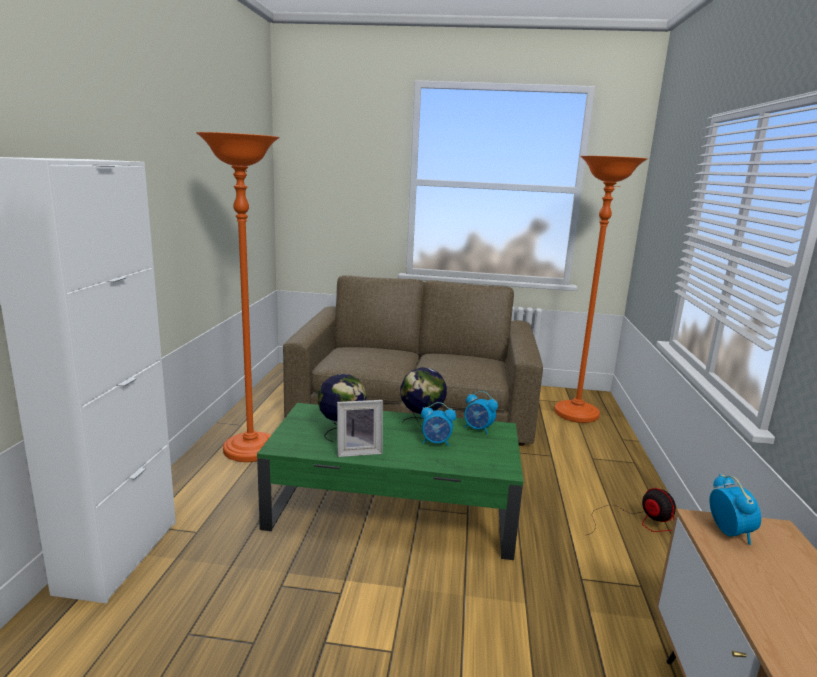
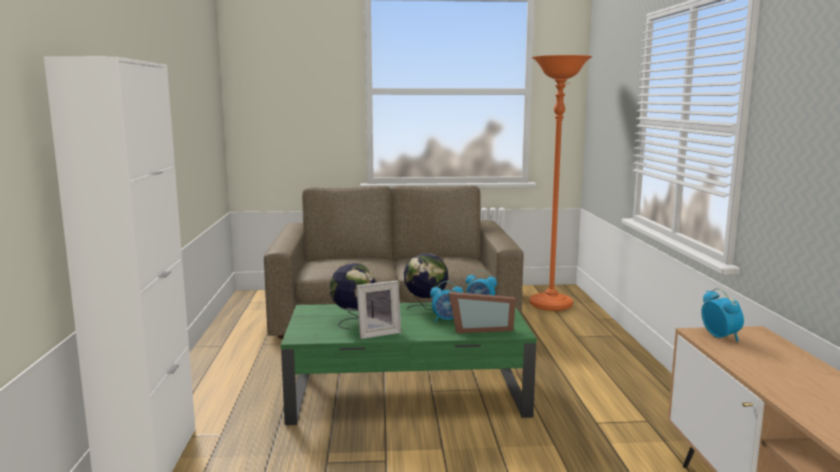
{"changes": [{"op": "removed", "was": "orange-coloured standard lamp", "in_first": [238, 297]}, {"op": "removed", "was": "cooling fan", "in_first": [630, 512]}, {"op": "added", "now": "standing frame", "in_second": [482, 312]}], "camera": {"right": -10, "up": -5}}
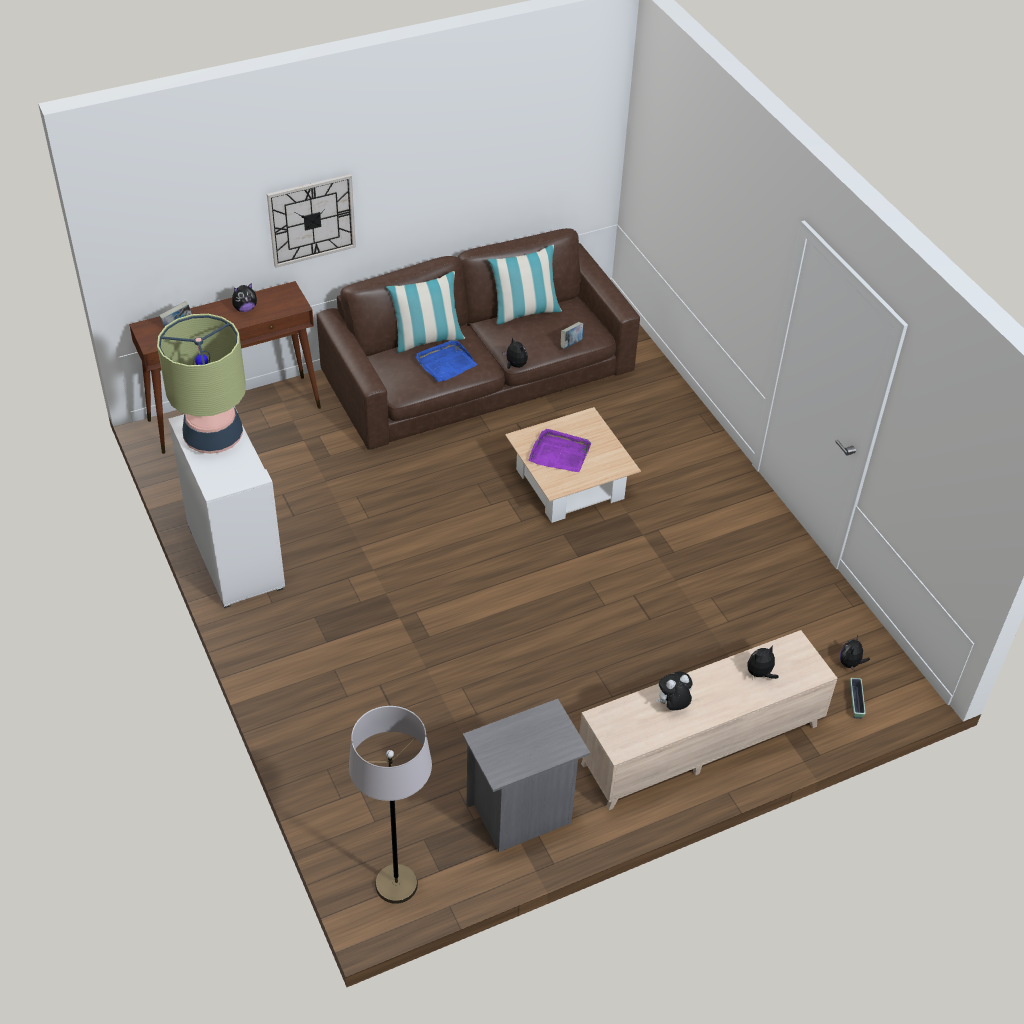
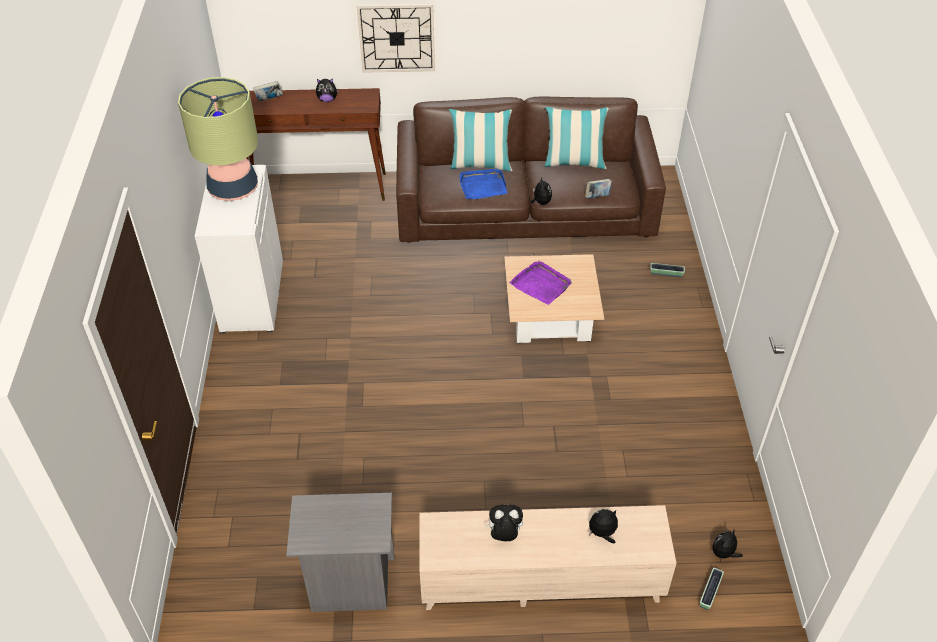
{"changes": [{"op": "removed", "was": "greyish standard lamp", "in_first": [390, 805]}, {"op": "added", "now": "planter", "in_second": [667, 270]}], "camera": {"right": 25, "up": 0}}
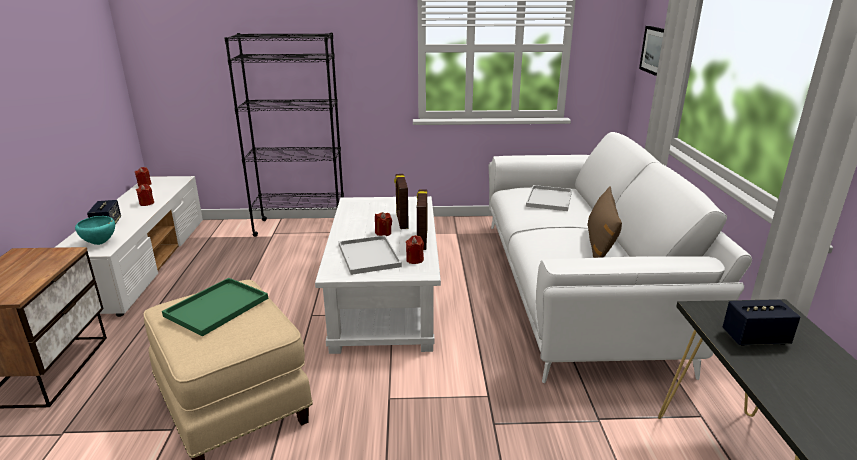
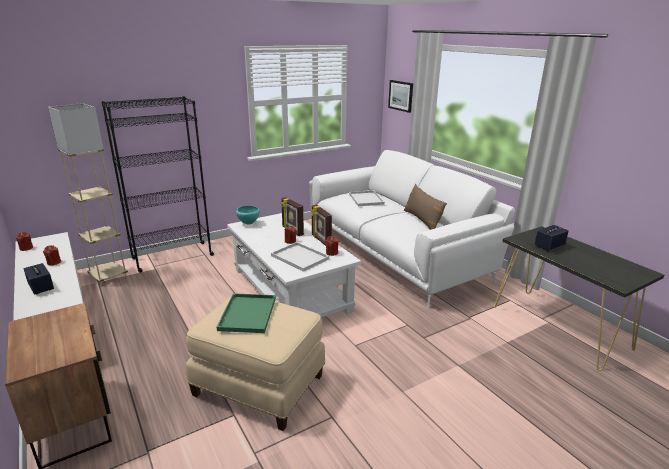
{"changes": [{"op": "moved", "was": "blue-green serving bowl", "in_first": [95, 230], "in_second": [248, 215]}, {"op": "added", "now": "beige-coloured standard lamp", "in_second": [88, 194]}], "camera": {"right": -30, "up": 0}}
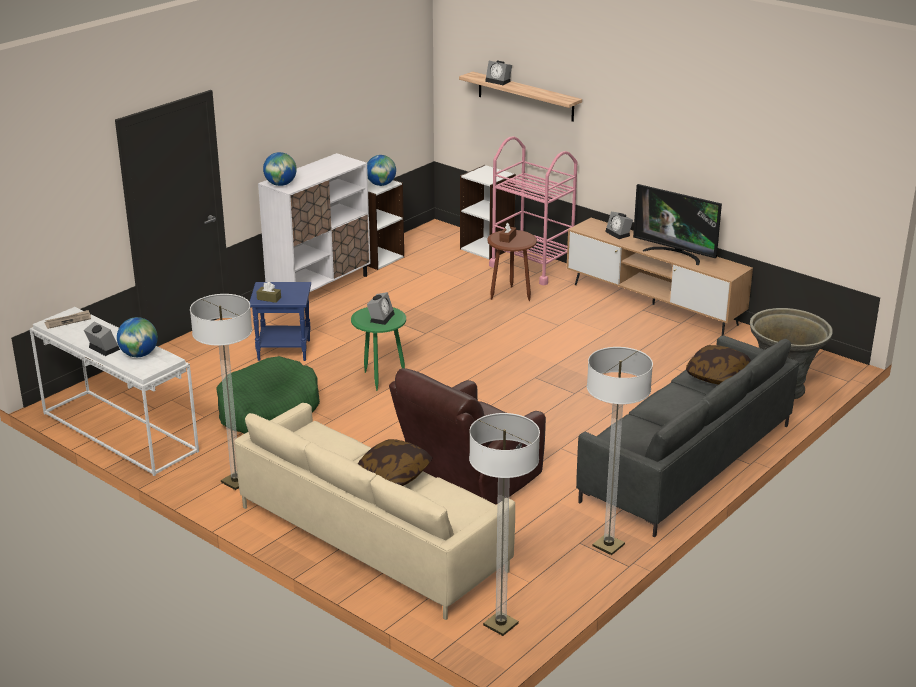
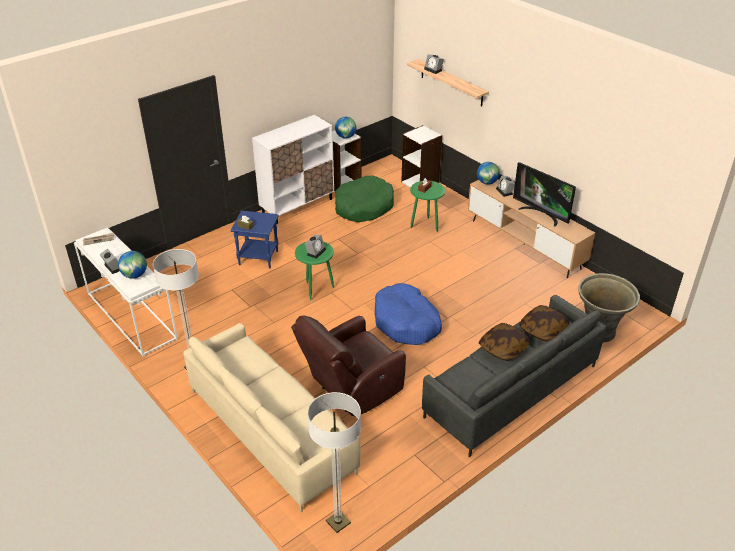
{"changes": [{"op": "removed", "was": "pinkish cart", "in_first": [533, 210]}, {"op": "moved", "was": "world globe", "in_first": [280, 169], "in_second": [488, 173]}, {"op": "recoloured", "was": "brownish end table", "now": "greenish end table", "in_first": [512, 265], "in_second": [427, 206]}, {"op": "removed", "was": "standard lamp", "in_first": [620, 451]}, {"op": "moved", "was": "greenish dog bed", "in_first": [268, 395], "in_second": [364, 199]}, {"op": "moved", "was": "cushion", "in_first": [395, 462], "in_second": [505, 342]}, {"op": "added", "now": "blue dog bed", "in_second": [408, 314]}], "camera": {"right": 10, "up": 10}}
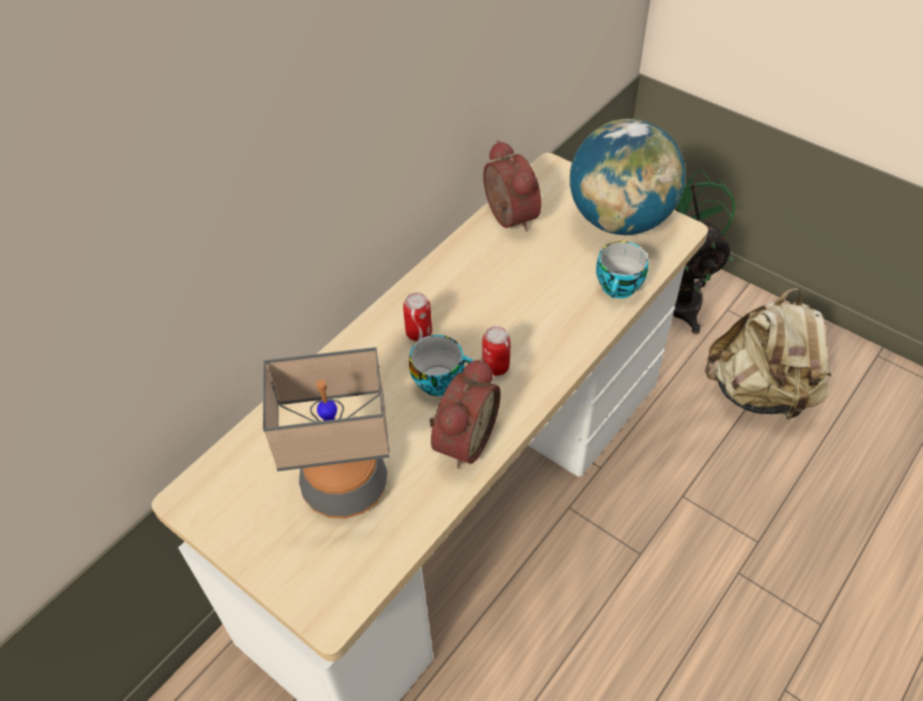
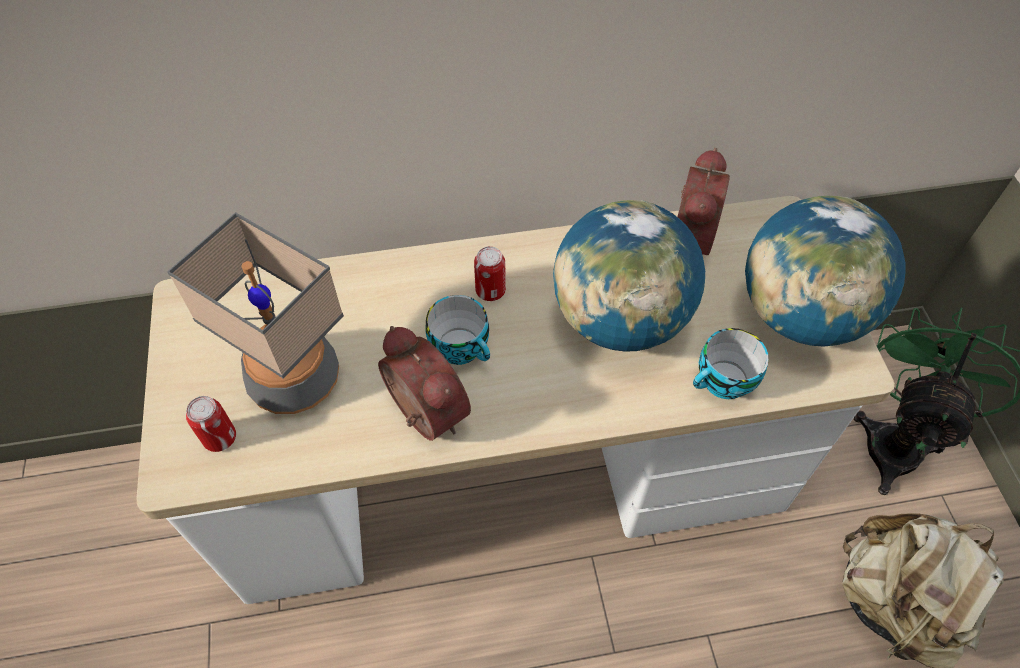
{"changes": [{"op": "moved", "was": "metal can", "in_first": [496, 351], "in_second": [211, 424]}, {"op": "turned", "was": "bedside clock", "in_first": [465, 413], "in_second": [424, 383], "clockwise": -105}, {"op": "added", "now": "world globe", "in_second": [629, 276]}], "camera": {"right": 40, "up": 5}}
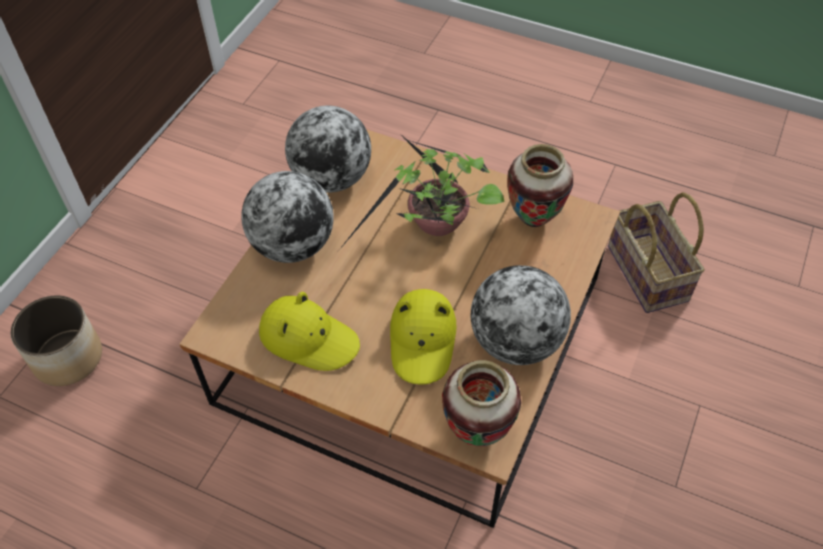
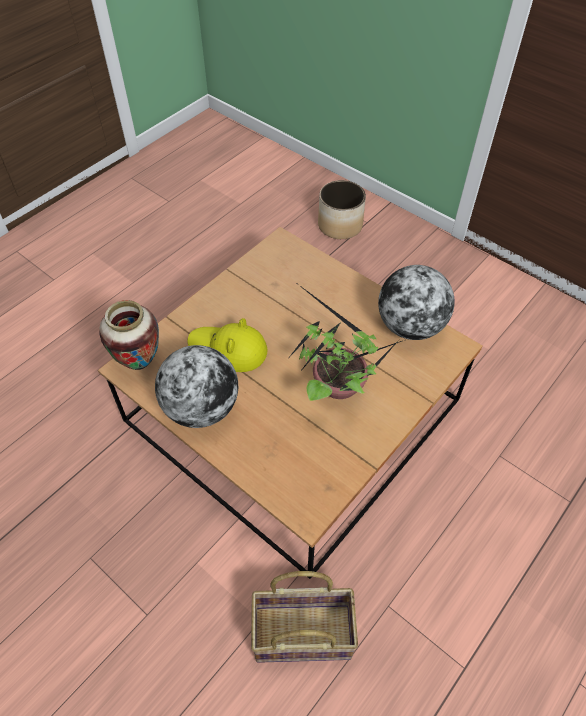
{"changes": [{"op": "removed", "was": "flower vase", "in_first": [540, 185]}, {"op": "removed", "was": "world globe", "in_first": [287, 217]}, {"op": "removed", "was": "yellowish clothing hat", "in_first": [309, 331]}], "camera": {"right": 105, "up": 0}}
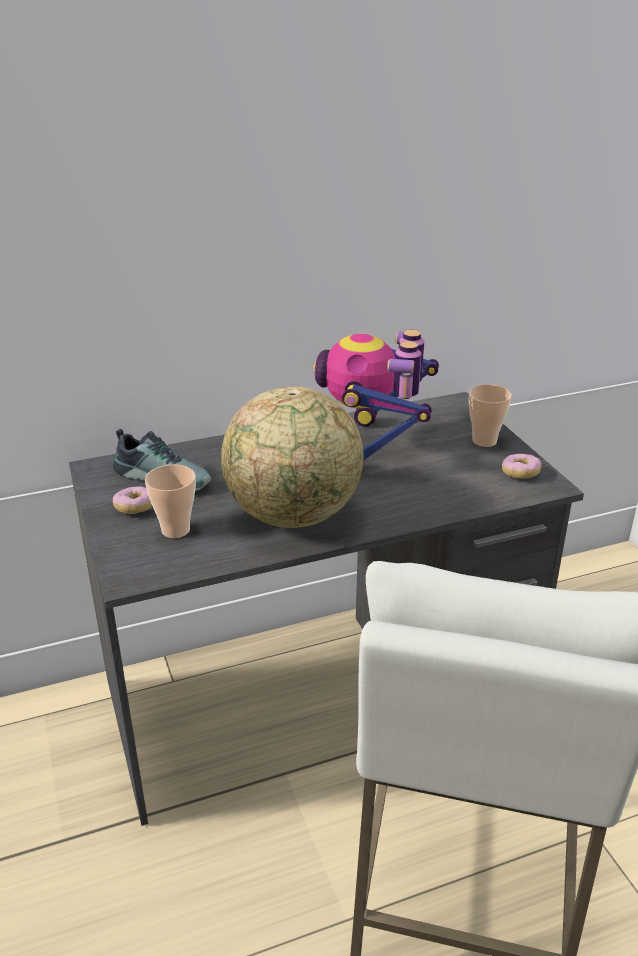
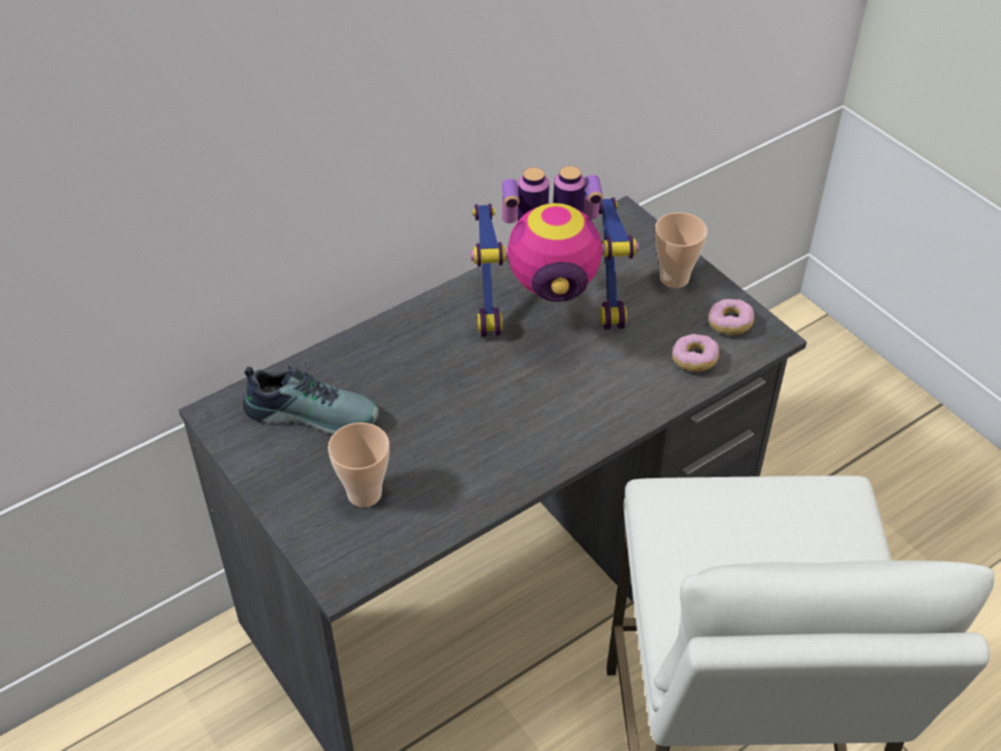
{"changes": [{"op": "turned", "was": "robot figure", "in_first": [376, 396], "in_second": [555, 251], "clockwise": -90}, {"op": "removed", "was": "world globe", "in_first": [292, 457]}, {"op": "moved", "was": "donut", "in_first": [132, 500], "in_second": [695, 353]}], "camera": {"right": -15, "up": 15}}
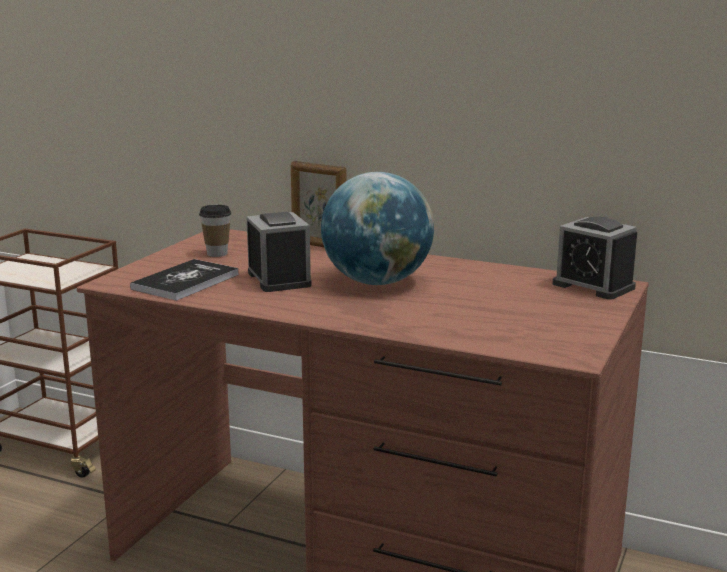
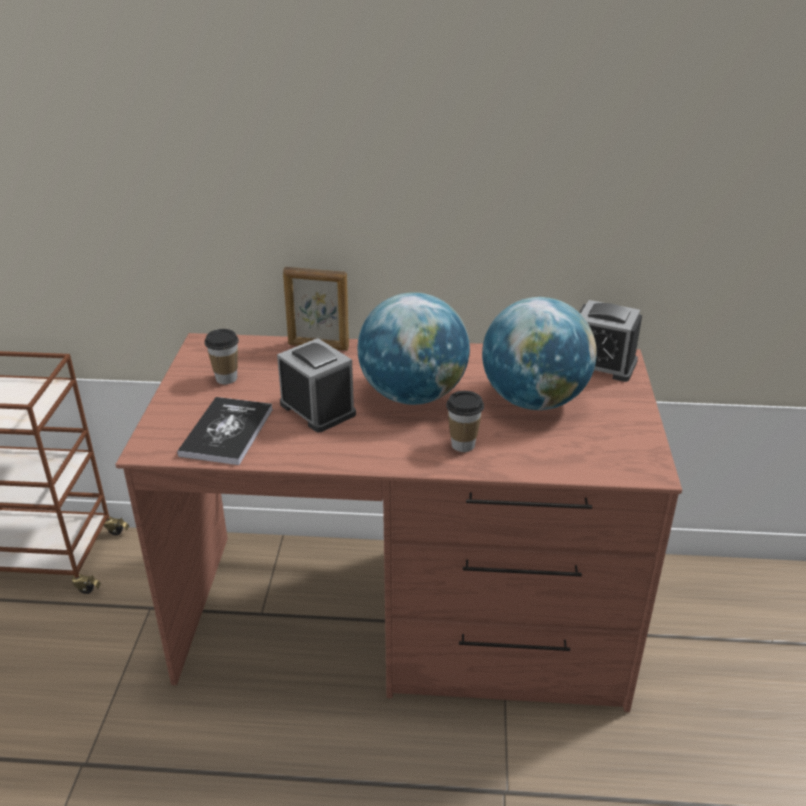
{"changes": [{"op": "added", "now": "world globe", "in_second": [539, 353]}, {"op": "added", "now": "cup", "in_second": [465, 421]}], "camera": {"right": -20, "up": 15}}
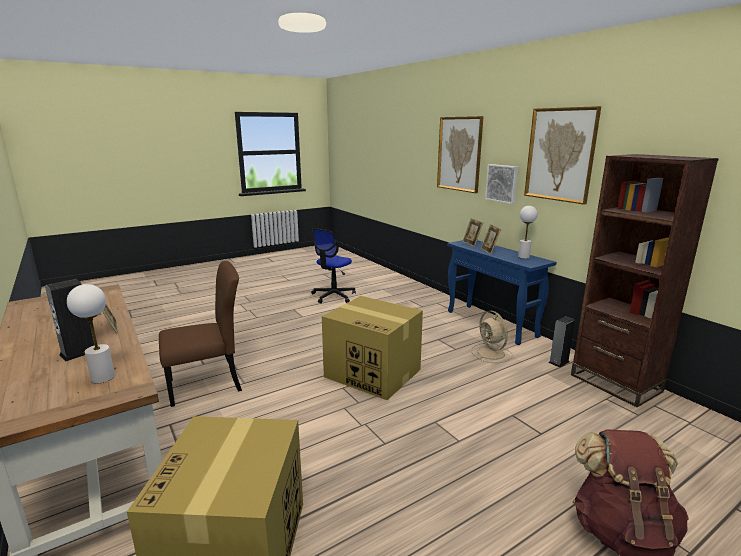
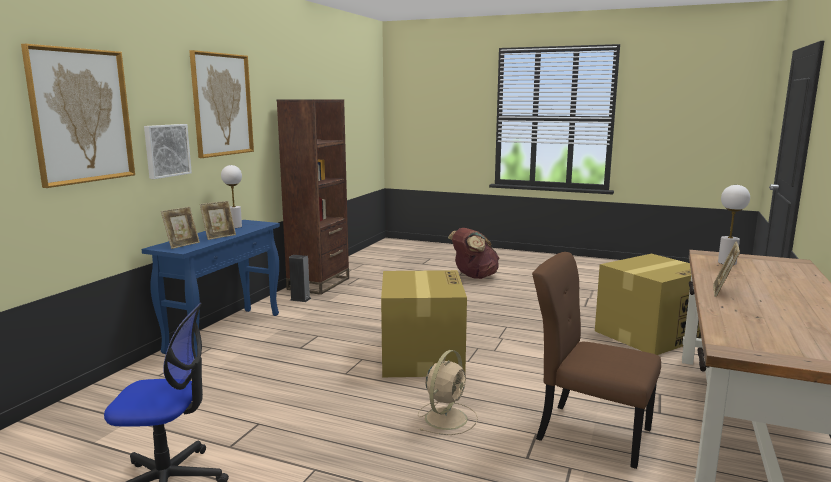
{"changes": [{"op": "removed", "was": "loudspeaker", "in_first": [69, 320]}, {"op": "moved", "was": "beige-coloured cooling fan", "in_first": [492, 337], "in_second": [448, 392]}], "camera": {"right": -125, "up": -5}}
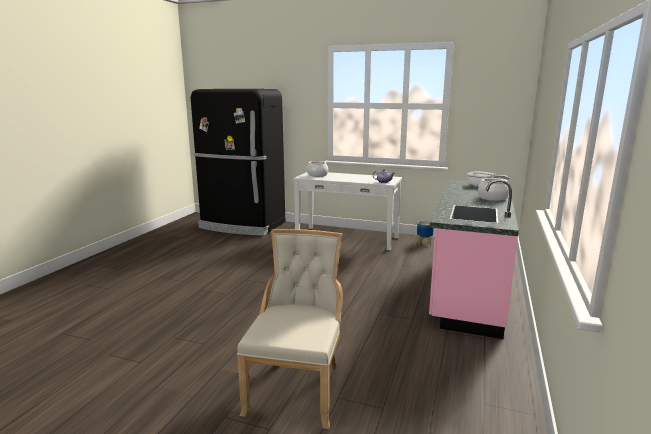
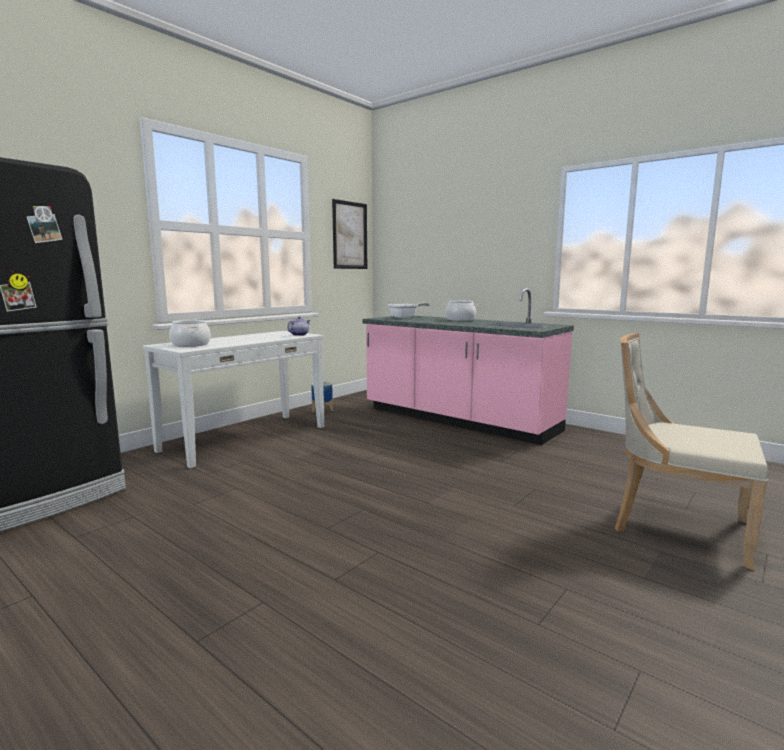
{"changes": [{"op": "added", "now": "picture", "in_second": [349, 234]}], "camera": {"right": -70, "up": -5}}
